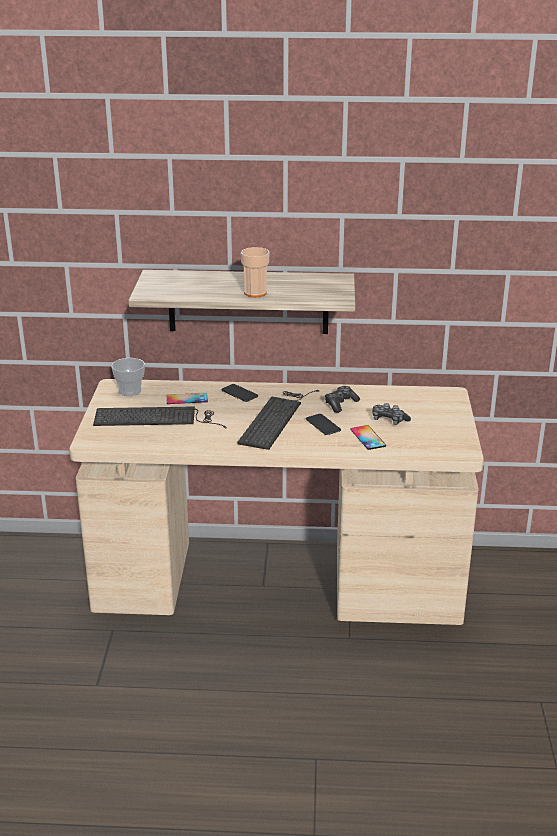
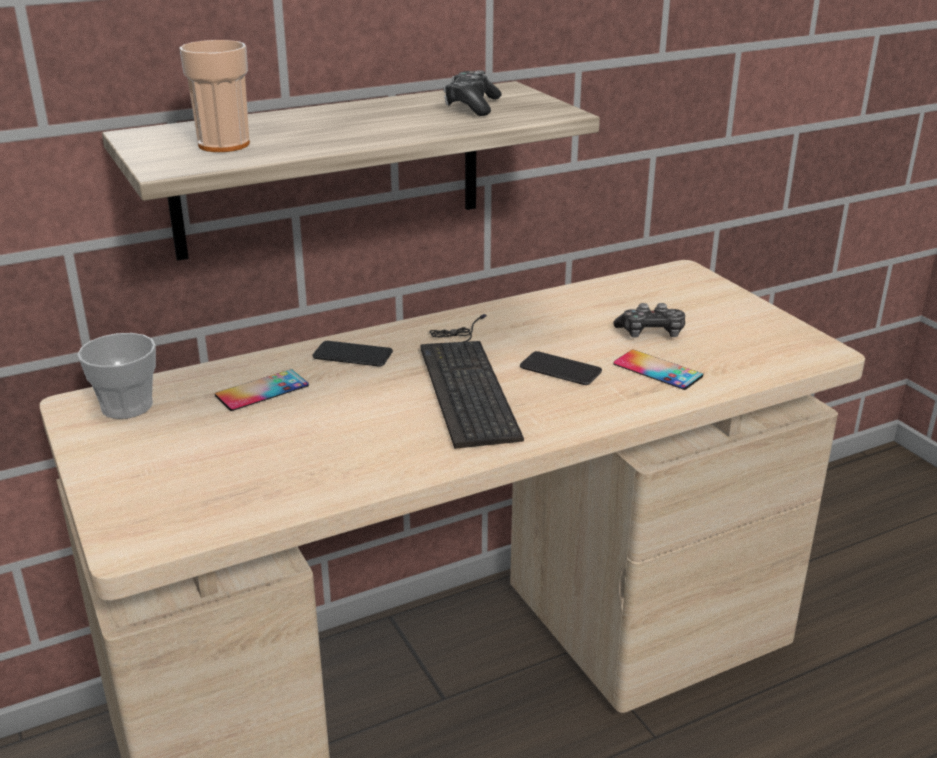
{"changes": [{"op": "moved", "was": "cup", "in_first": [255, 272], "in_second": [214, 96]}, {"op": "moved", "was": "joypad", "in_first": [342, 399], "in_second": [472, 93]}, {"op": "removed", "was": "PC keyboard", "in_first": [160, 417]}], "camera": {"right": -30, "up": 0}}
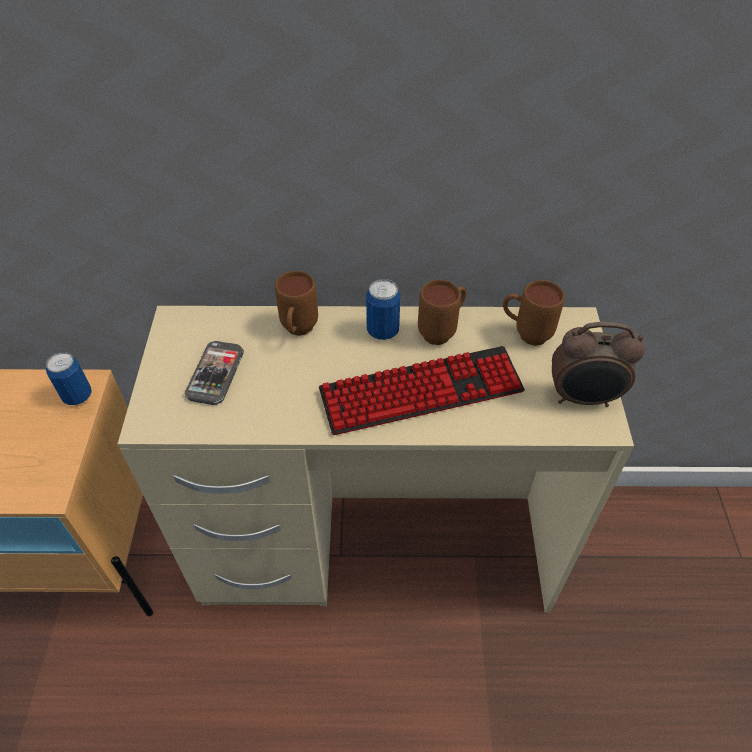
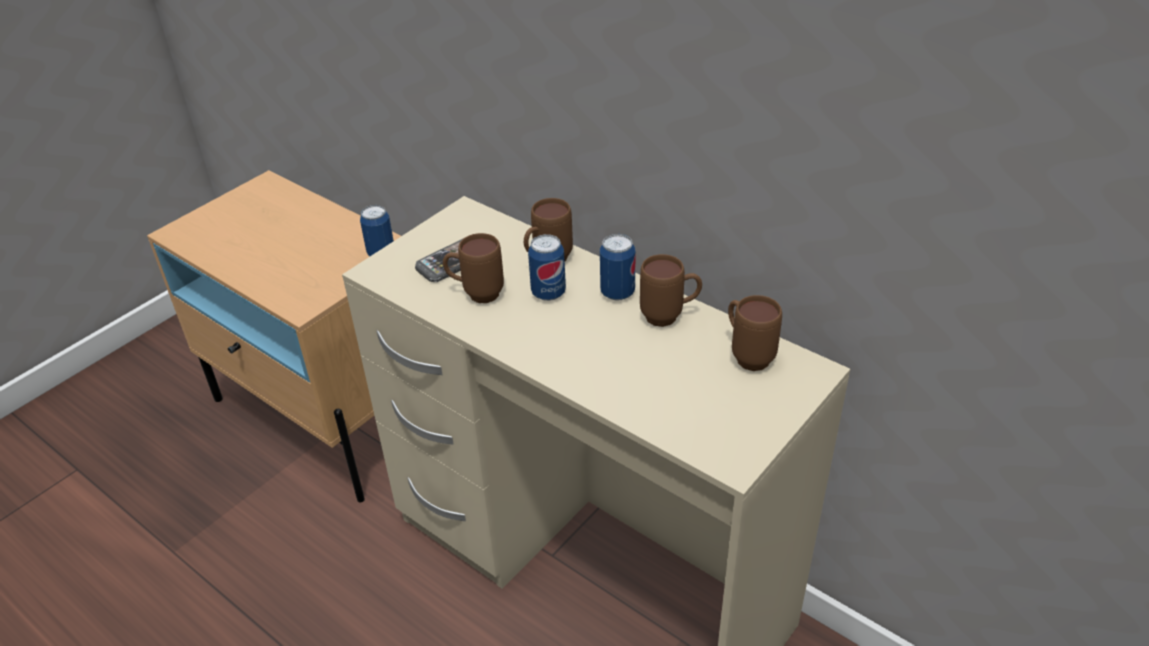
{"changes": [{"op": "removed", "was": "bedside clock", "in_first": [598, 364]}, {"op": "removed", "was": "PC keyboard", "in_first": [422, 390]}, {"op": "added", "now": "brownish mug", "in_second": [473, 268]}, {"op": "added", "now": "metal can", "in_second": [547, 267]}], "camera": {"right": 40, "up": -10}}
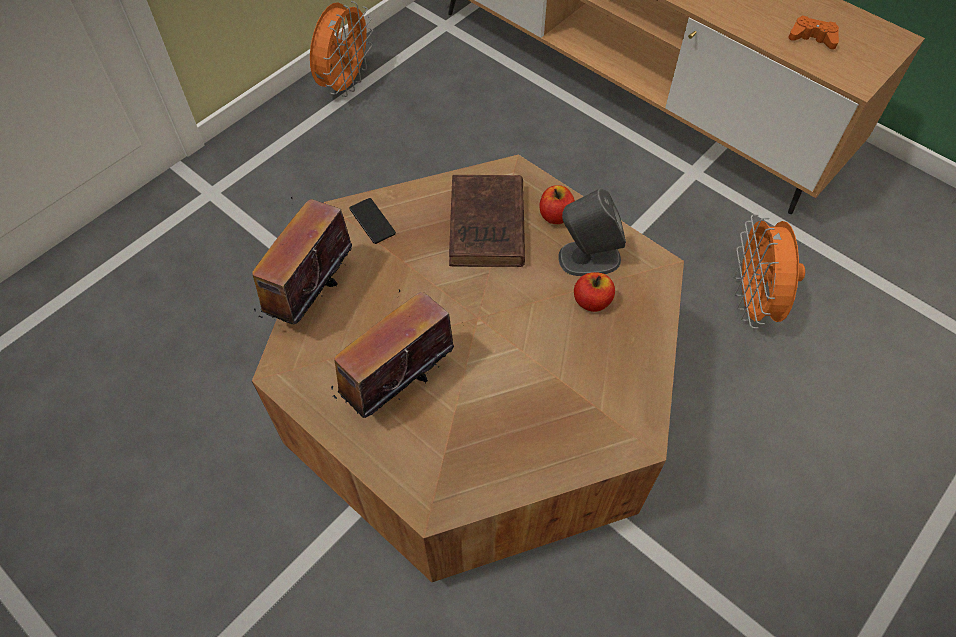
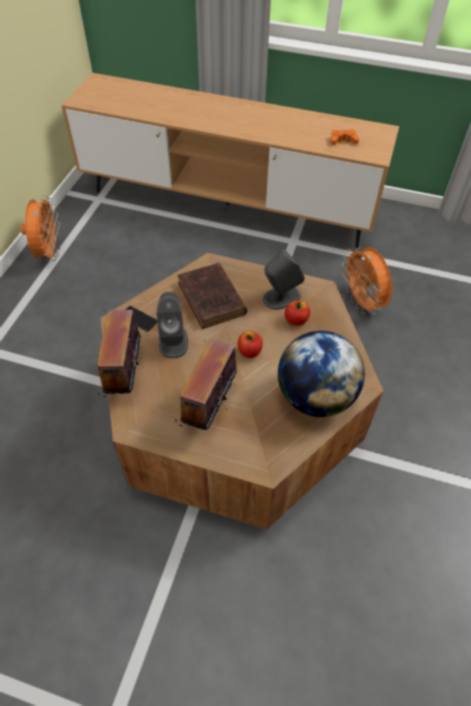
{"changes": [{"op": "moved", "was": "apple", "in_first": [557, 204], "in_second": [250, 344]}, {"op": "added", "now": "greyish loudspeaker", "in_second": [172, 325]}, {"op": "added", "now": "world globe", "in_second": [321, 374]}], "camera": {"right": -25, "up": -5}}
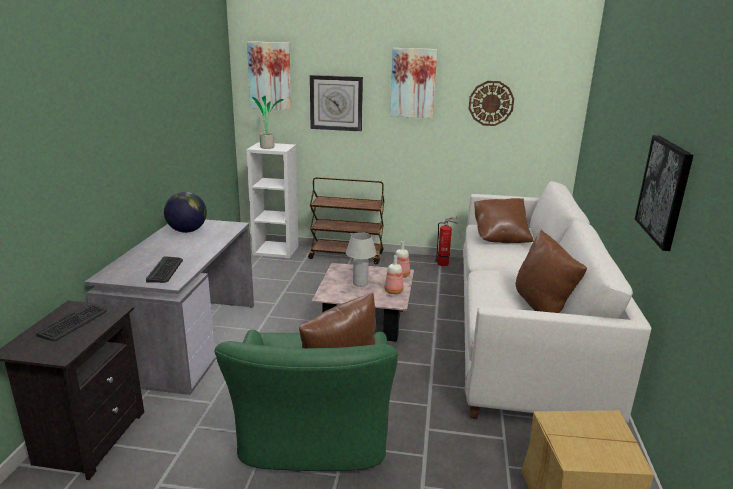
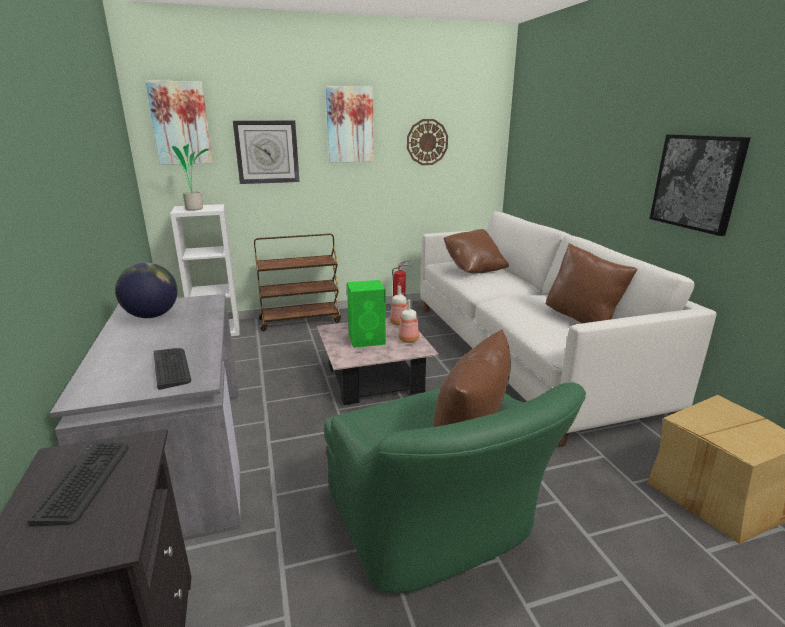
{"changes": [{"op": "replaced", "was": "white-coloured lamp for a table", "now": "greenish loudspeaker", "in_first": [361, 259], "in_second": [366, 314]}], "camera": {"right": -25, "up": 0}}
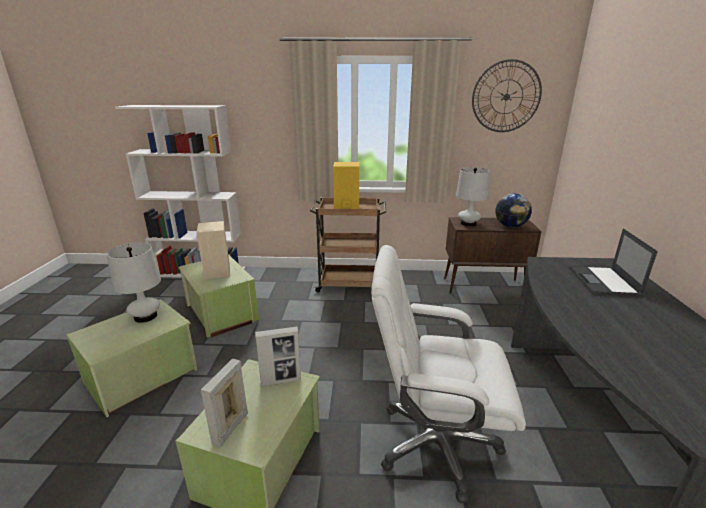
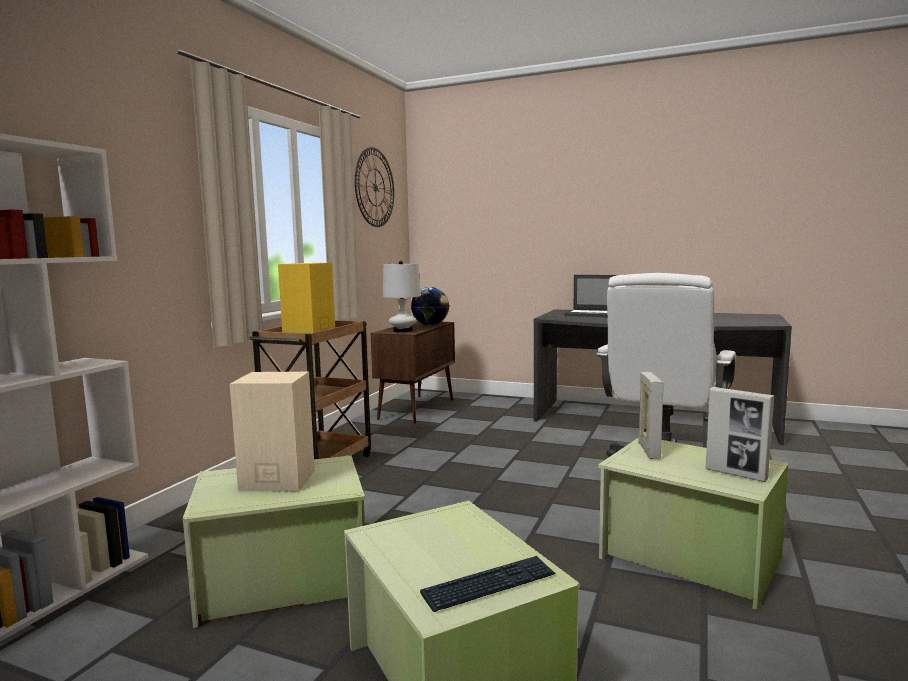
{"changes": [{"op": "removed", "was": "white-coloured lamp for a table", "in_first": [134, 283]}, {"op": "added", "now": "PC keyboard", "in_second": [487, 584]}], "camera": {"right": -70, "up": -15}}
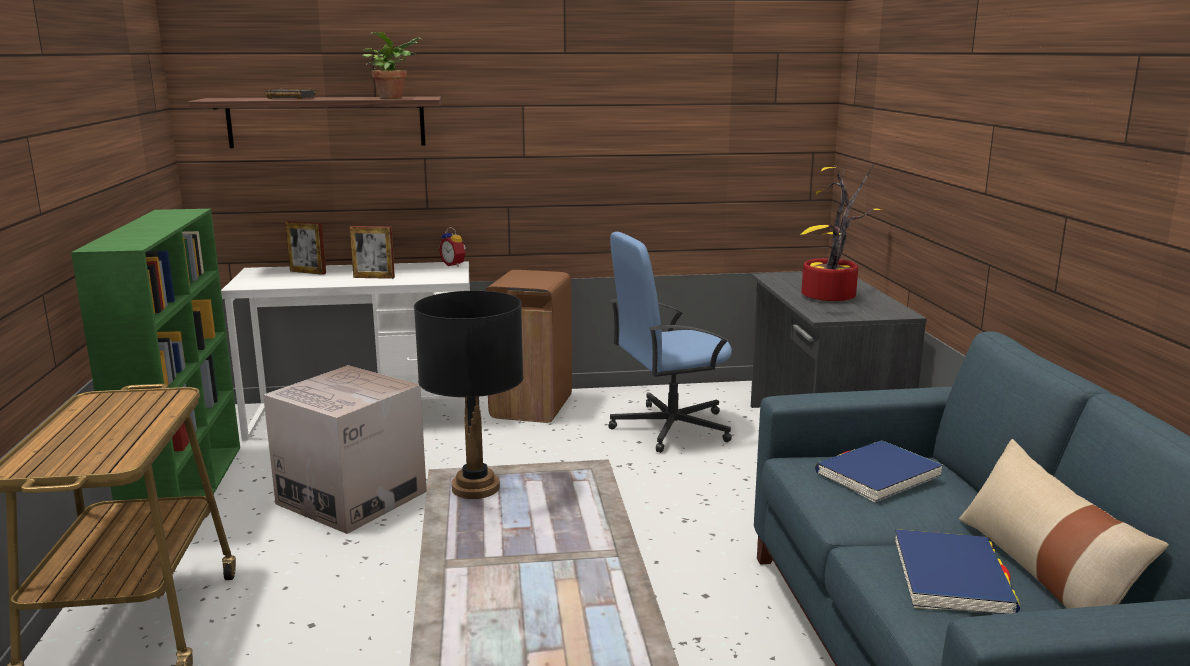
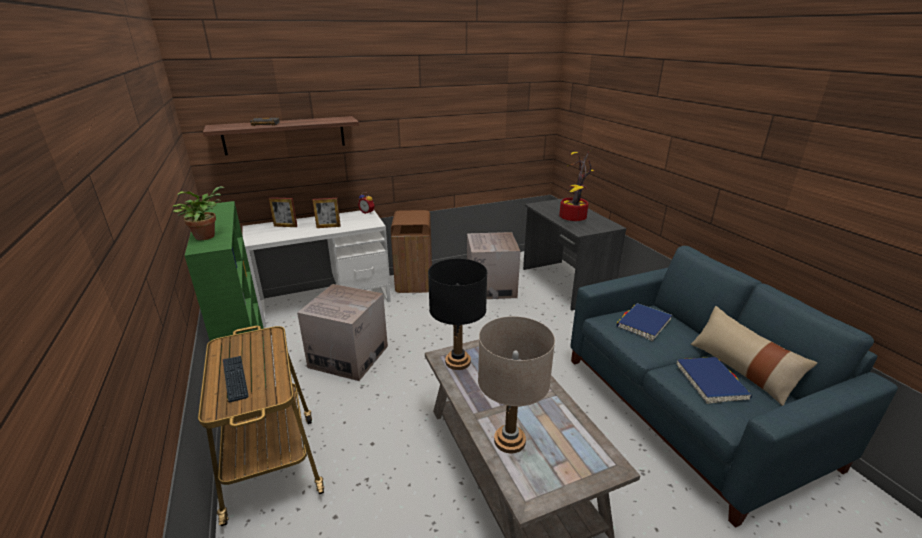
{"changes": [{"op": "moved", "was": "potted plant", "in_first": [392, 65], "in_second": [198, 213]}, {"op": "replaced", "was": "blue computer chair", "now": "packing box", "in_first": [670, 342], "in_second": [493, 265]}, {"op": "added", "now": "beige-coloured lamp for a table", "in_second": [516, 385]}, {"op": "added", "now": "PC keyboard", "in_second": [236, 379]}], "camera": {"right": -15, "up": 10}}
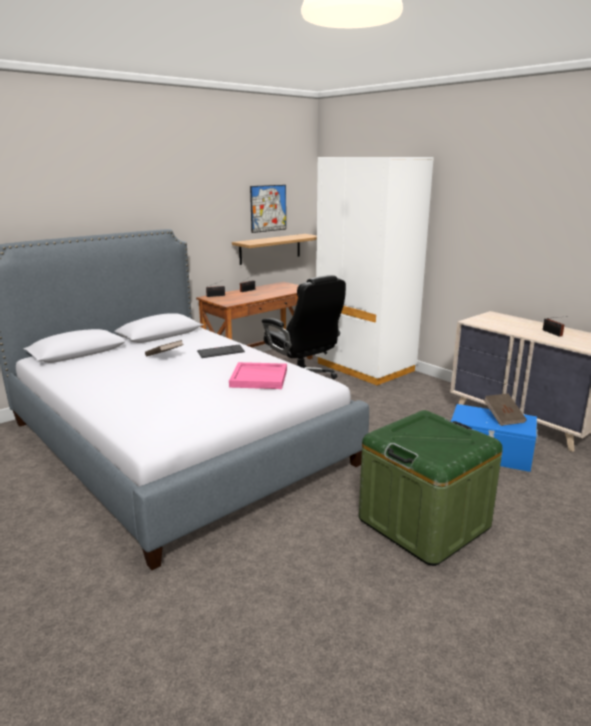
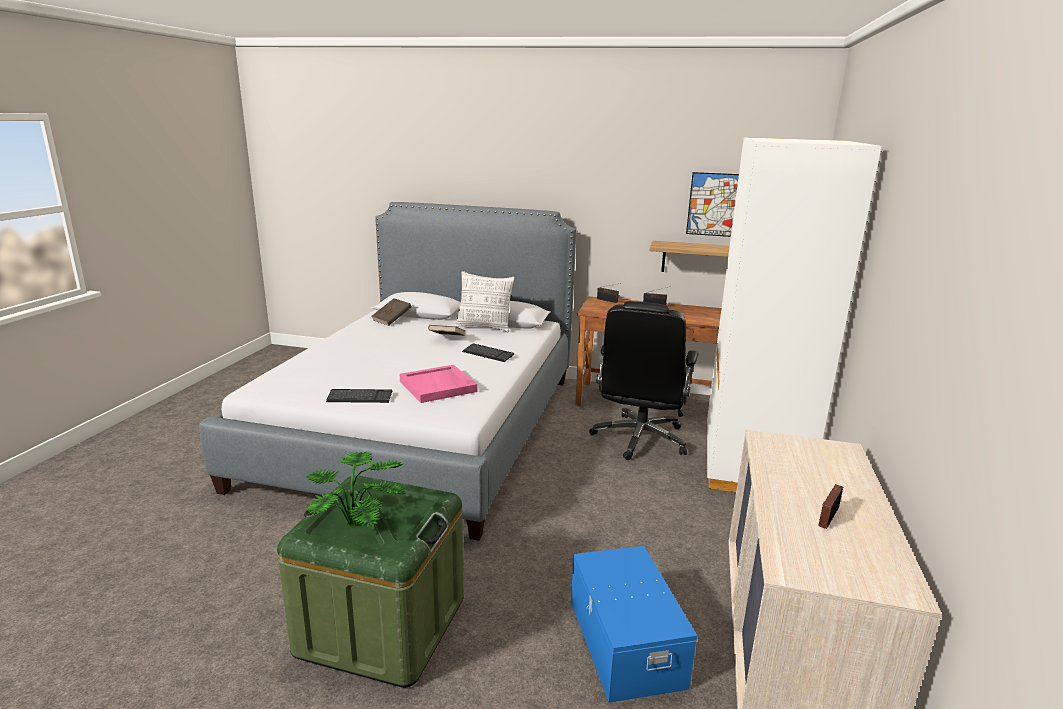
{"changes": [{"op": "moved", "was": "brownish book", "in_first": [505, 409], "in_second": [391, 312]}, {"op": "added", "now": "cushion", "in_second": [485, 302]}, {"op": "added", "now": "PC keyboard", "in_second": [359, 396]}, {"op": "added", "now": "potted plant", "in_second": [356, 489]}], "camera": {"right": 55, "up": 0}}
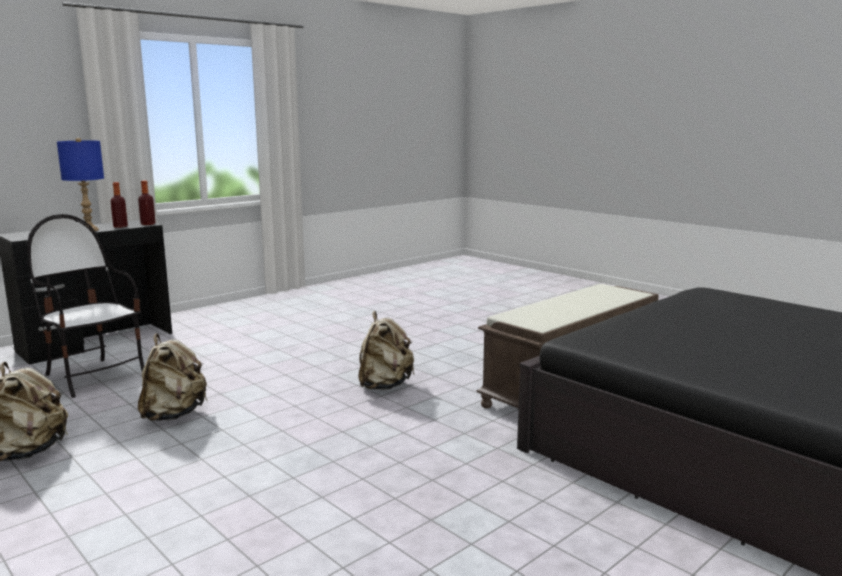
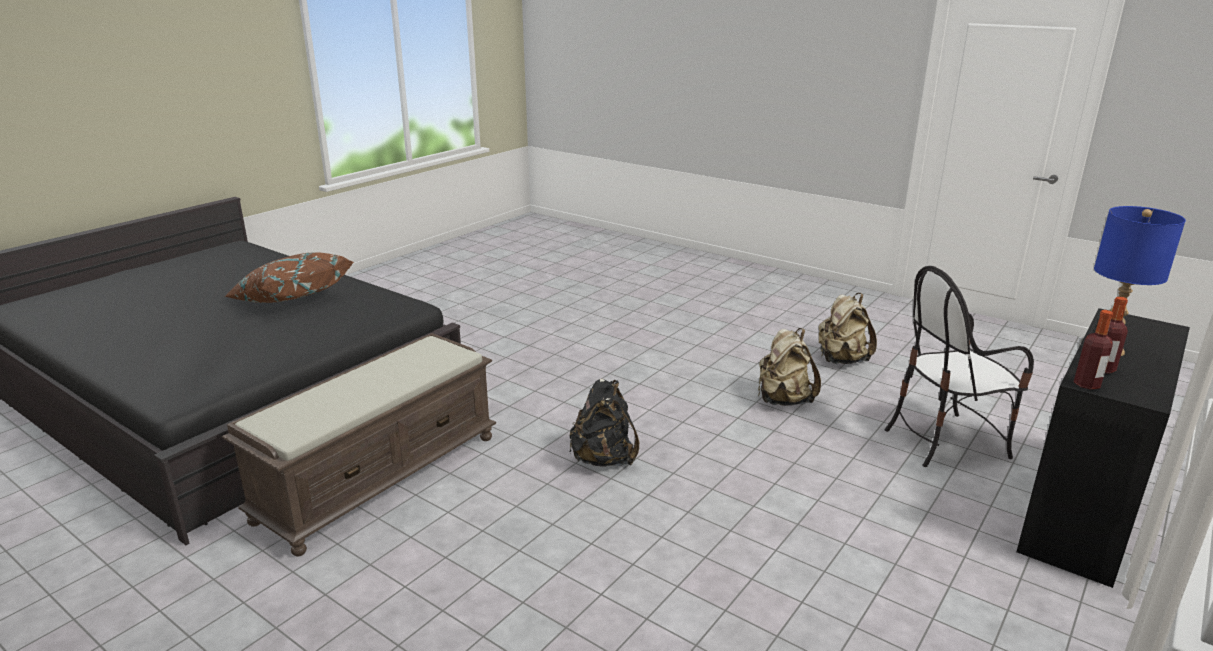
{"changes": [{"op": "turned", "was": "upright chair", "in_first": [85, 306], "in_second": [959, 366], "clockwise": 135}, {"op": "recoloured", "was": "beige-coloured knapsack", "now": "black-coloured knapsack", "in_first": [386, 350], "in_second": [604, 422]}, {"op": "added", "now": "brownish cushion", "in_second": [289, 277]}], "camera": {"right": 170, "up": 10}}
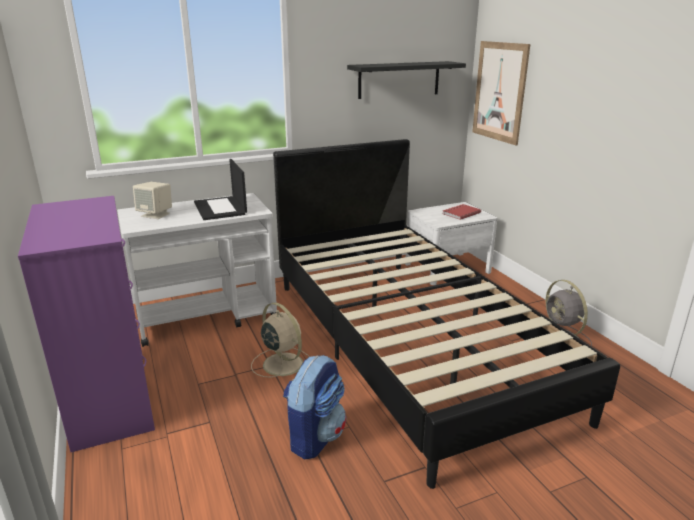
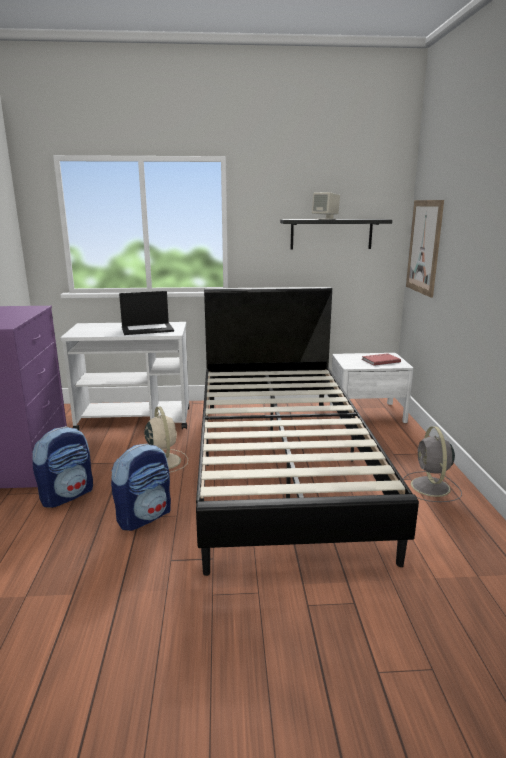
{"changes": [{"op": "turned", "was": "notebook computer", "in_first": [220, 189], "in_second": [146, 313], "clockwise": -105}, {"op": "moved", "was": "beige-coloured loudspeaker", "in_first": [152, 200], "in_second": [326, 206]}, {"op": "added", "now": "knapsack", "in_second": [62, 467]}], "camera": {"right": 20, "up": -5}}
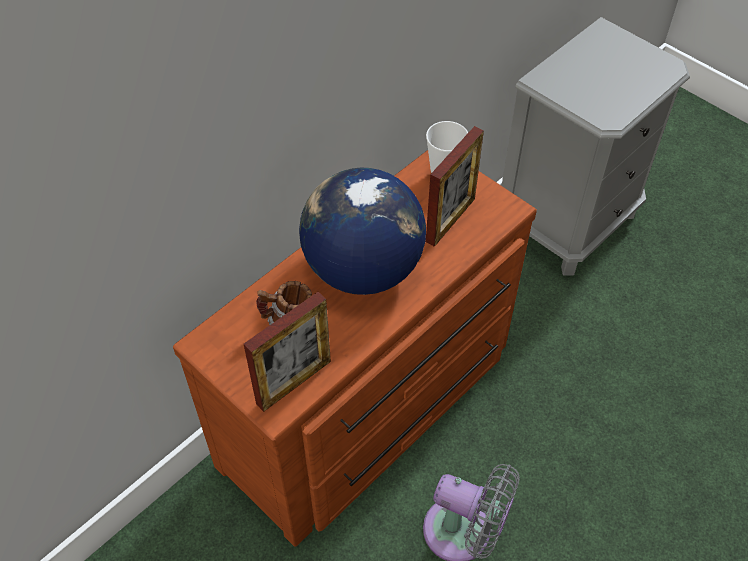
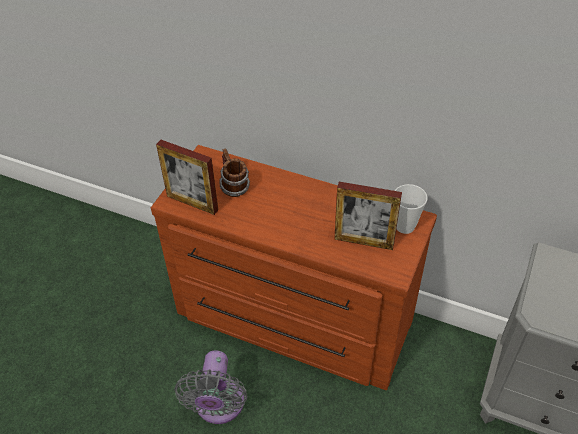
{"changes": [{"op": "removed", "was": "world globe", "in_first": [362, 231]}], "camera": {"right": 70, "up": -5}}
